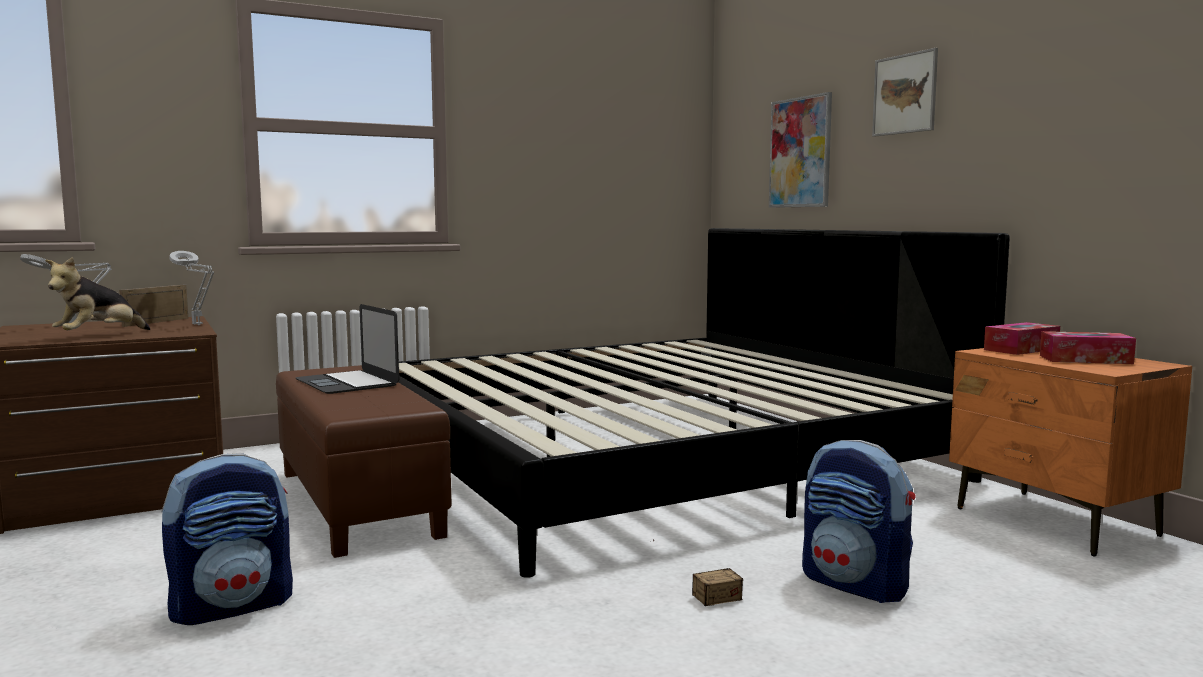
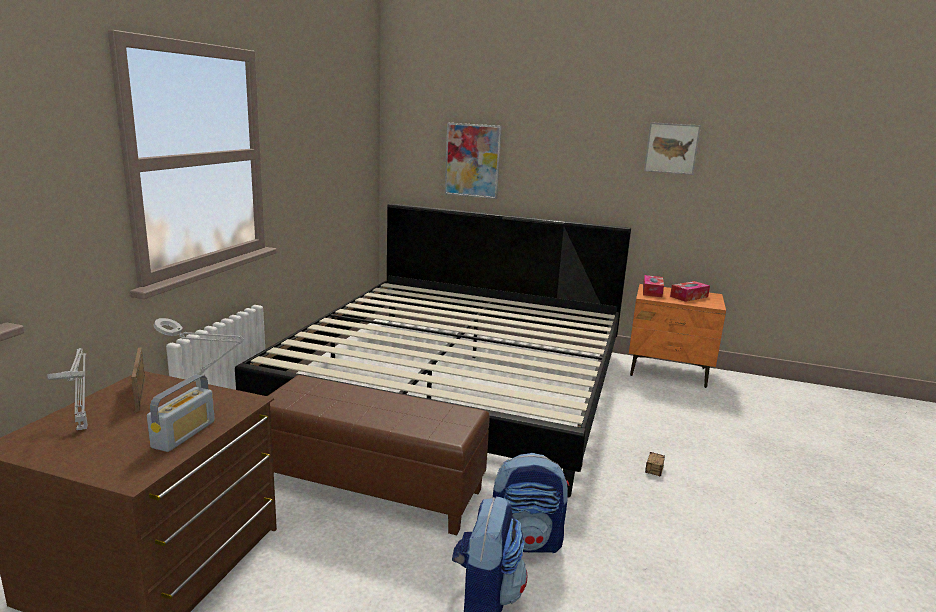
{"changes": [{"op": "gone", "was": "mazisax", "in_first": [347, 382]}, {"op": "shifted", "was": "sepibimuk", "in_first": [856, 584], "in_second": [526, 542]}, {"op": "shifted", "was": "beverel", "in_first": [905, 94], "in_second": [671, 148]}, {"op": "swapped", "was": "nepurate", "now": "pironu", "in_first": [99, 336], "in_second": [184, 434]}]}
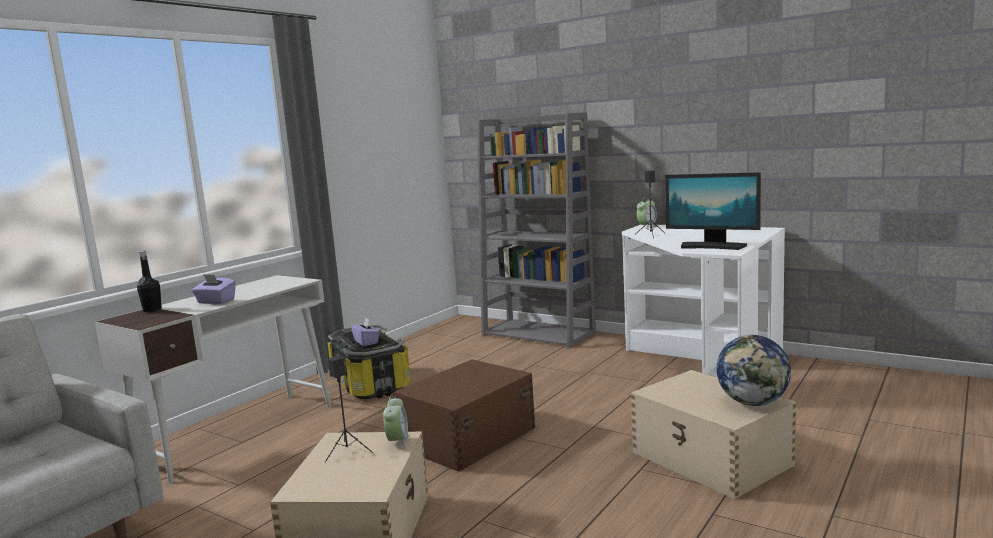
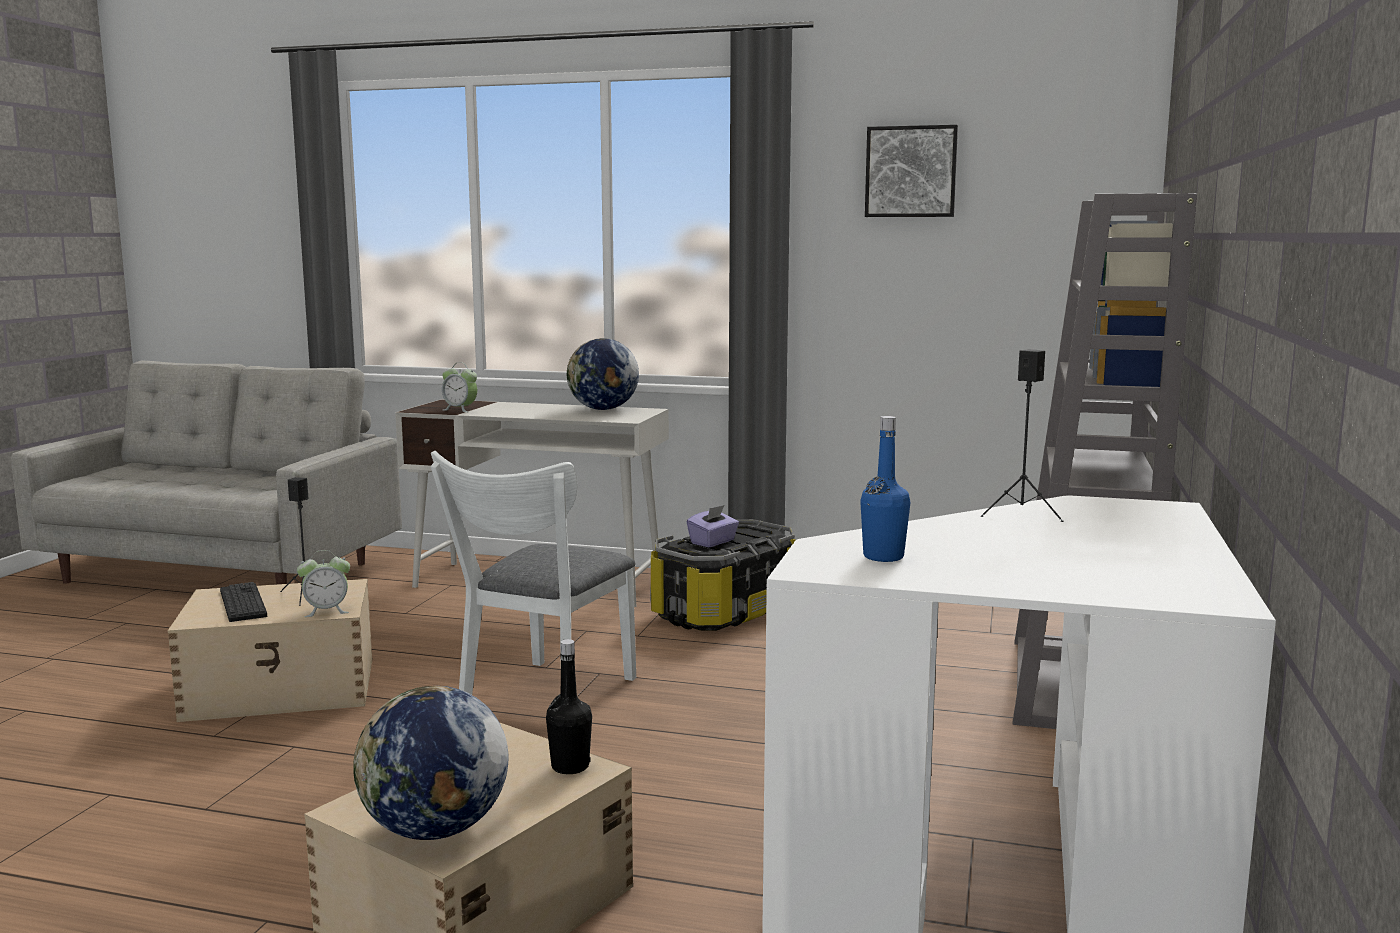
{"changes": [{"op": "gone", "was": "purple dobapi", "in_first": [215, 302]}, {"op": "new", "now": "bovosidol", "in_second": [243, 603]}, {"op": "new", "now": "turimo", "in_second": [603, 409]}, {"op": "new", "now": "beverel", "in_second": [911, 172]}, {"op": "shifted", "was": "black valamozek", "in_first": [152, 310], "in_second": [570, 766]}, {"op": "shifted", "was": "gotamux", "in_first": [647, 227], "in_second": [460, 410]}, {"op": "swapped", "was": "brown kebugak", "now": "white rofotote", "in_first": [466, 438], "in_second": [543, 700]}, {"op": "swapped", "was": "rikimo", "now": "blue valamozek", "in_first": [712, 246], "in_second": [883, 557]}]}
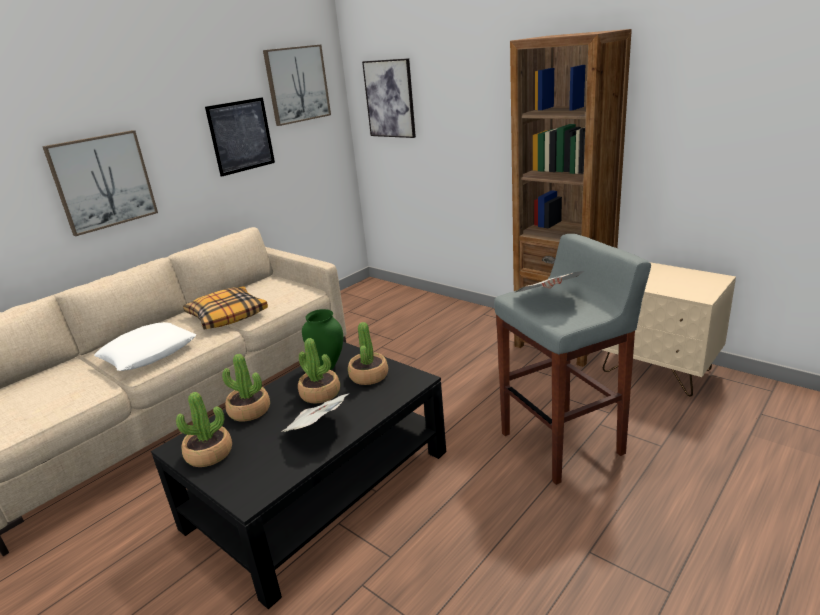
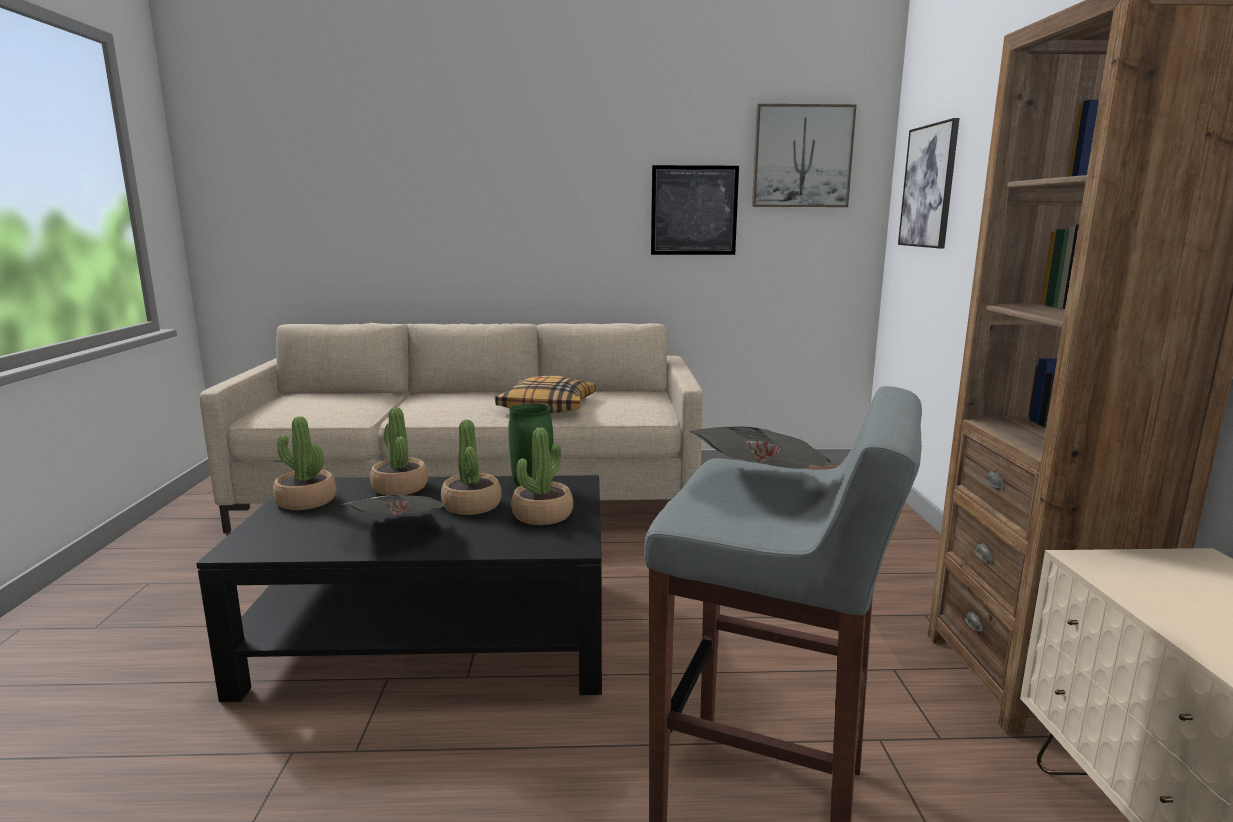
{"changes": [{"op": "gone", "was": "beverel", "in_first": [103, 181]}, {"op": "gone", "was": "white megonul", "in_first": [148, 353]}]}
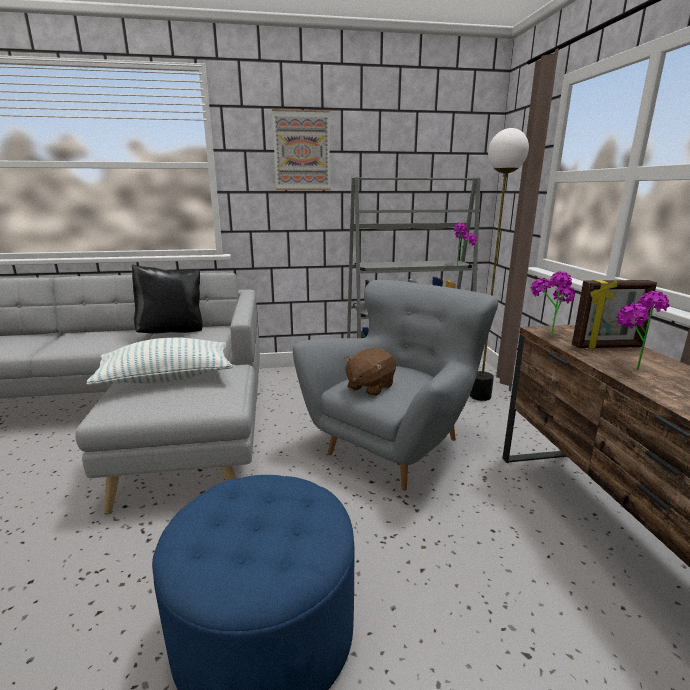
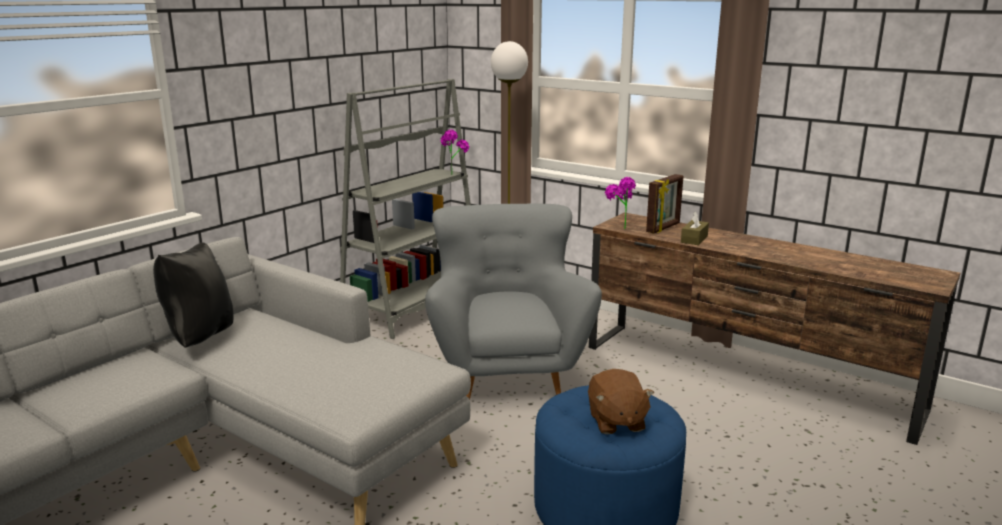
{"changes": [{"op": "gone", "was": "megonul", "in_first": [167, 378]}, {"op": "gone", "was": "beverel", "in_first": [302, 151]}, {"op": "shifted", "was": "brown nepurate", "in_first": [369, 387], "in_second": [616, 422]}, {"op": "swapped", "was": "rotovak", "now": "brown dobapi", "in_first": [625, 368], "in_second": [694, 239]}]}
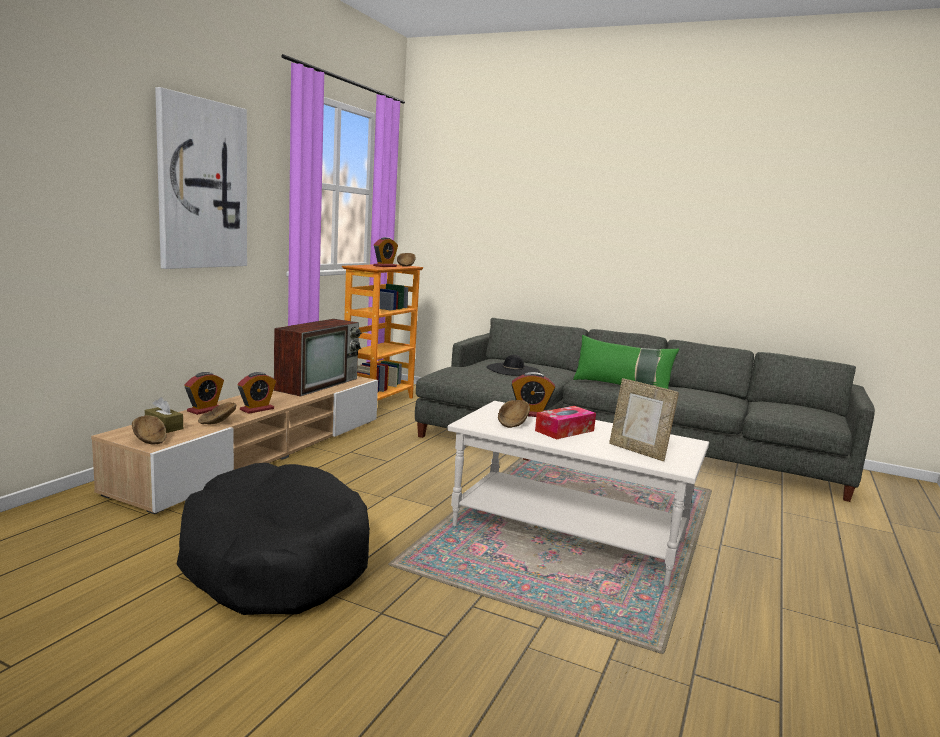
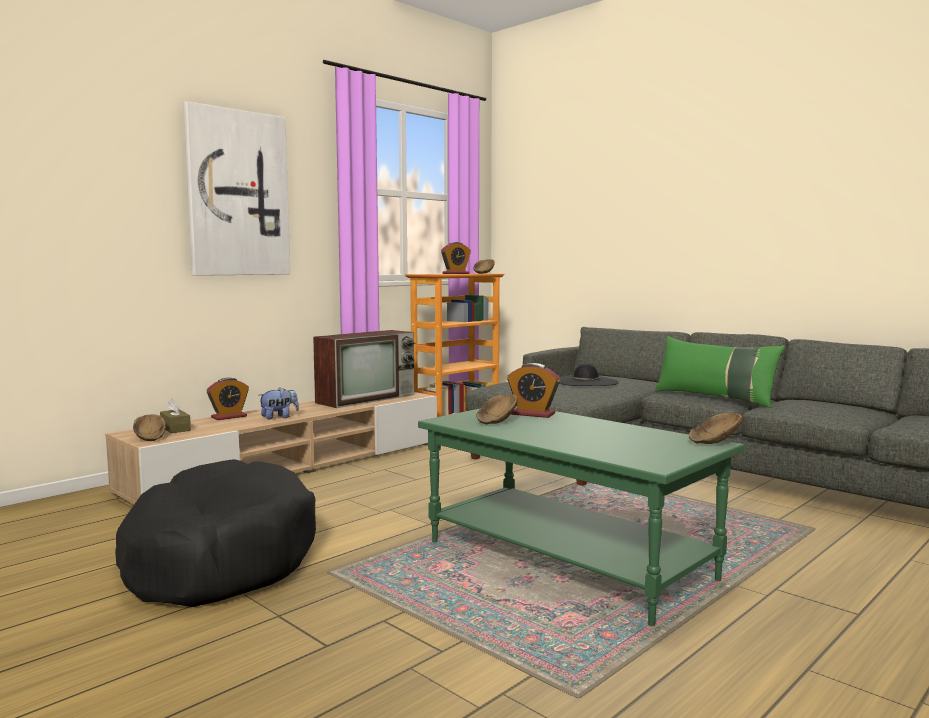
{"changes": [{"op": "gone", "was": "dobapi", "in_first": [564, 431]}, {"op": "gone", "was": "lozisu", "in_first": [638, 451]}, {"op": "shifted", "was": "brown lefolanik", "in_first": [216, 422], "in_second": [712, 442]}, {"op": "swapped", "was": "gotamux", "now": "nepurate", "in_first": [257, 409], "in_second": [279, 417]}, {"op": "repainted", "was": "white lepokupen", "now": "green lepokupen", "in_first": [569, 533], "in_second": [569, 560]}]}
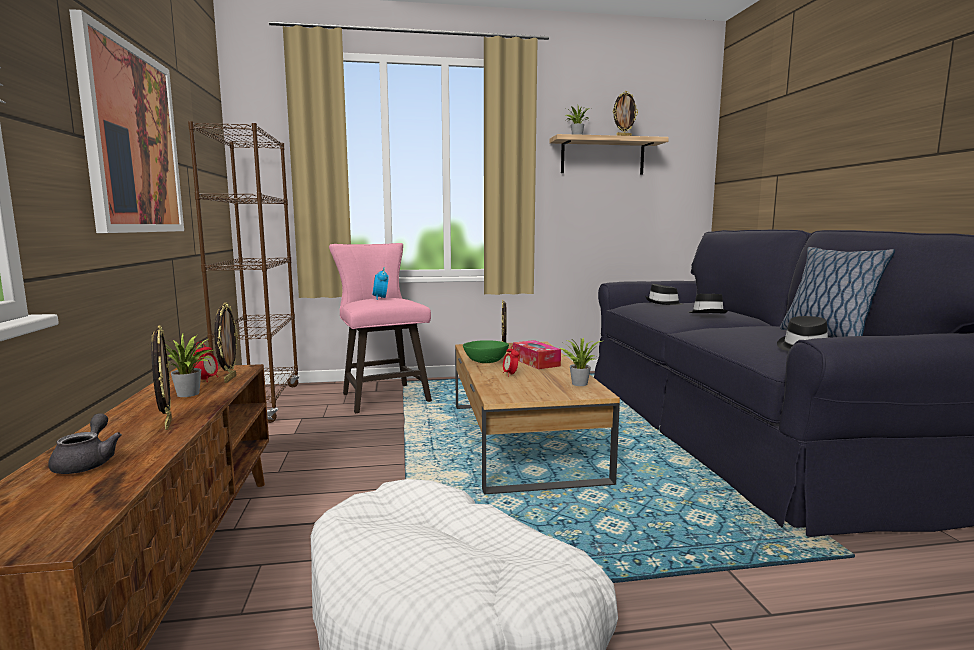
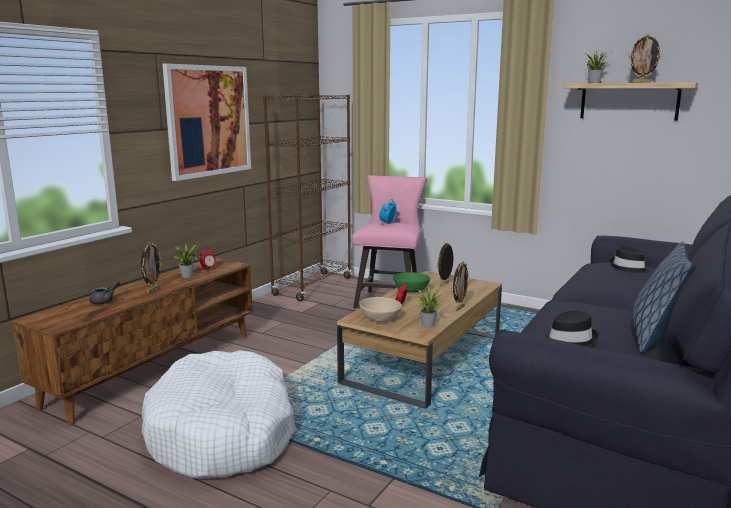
{"changes": [{"op": "gone", "was": "dobapi", "in_first": [536, 362]}, {"op": "gone", "was": "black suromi", "in_first": [706, 313]}, {"op": "new", "now": "beige lefolanik", "in_second": [380, 319]}, {"op": "shifted", "was": "lozisu", "in_first": [229, 379], "in_second": [459, 308]}]}
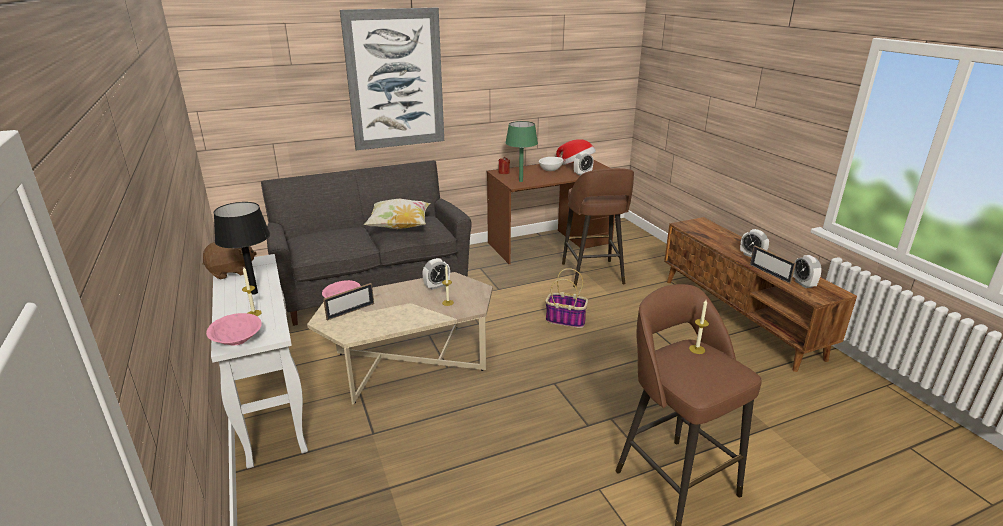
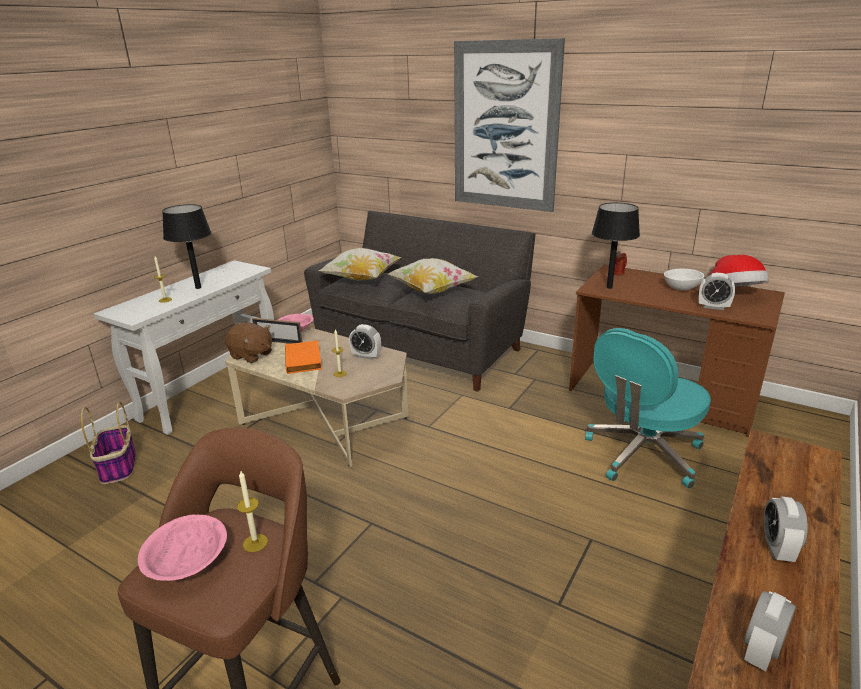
{"changes": [{"op": "gone", "was": "lozisu", "in_first": [769, 273]}, {"op": "new", "now": "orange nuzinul", "in_second": [304, 360]}, {"op": "new", "now": "megonul", "in_second": [362, 279]}, {"op": "shifted", "was": "brown nepurate", "in_first": [231, 271], "in_second": [251, 355]}, {"op": "shifted", "was": "pink lefolanik", "in_first": [237, 339], "in_second": [188, 563]}, {"op": "shifted", "was": "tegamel", "in_first": [566, 320], "in_second": [118, 467]}, {"op": "swapped", "was": "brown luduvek", "now": "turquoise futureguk", "in_first": [593, 274], "in_second": [642, 455]}, {"op": "repainted", "was": "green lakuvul", "now": "black lakuvul", "in_first": [521, 181], "in_second": [609, 287]}]}
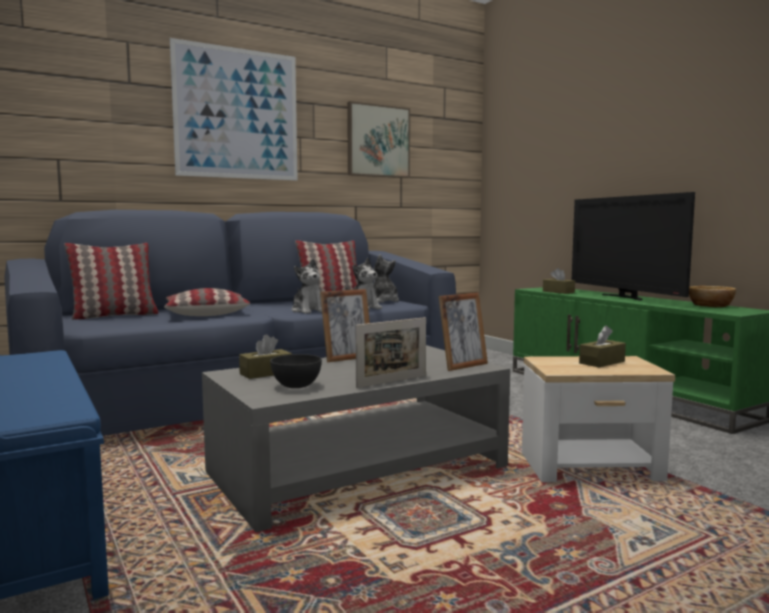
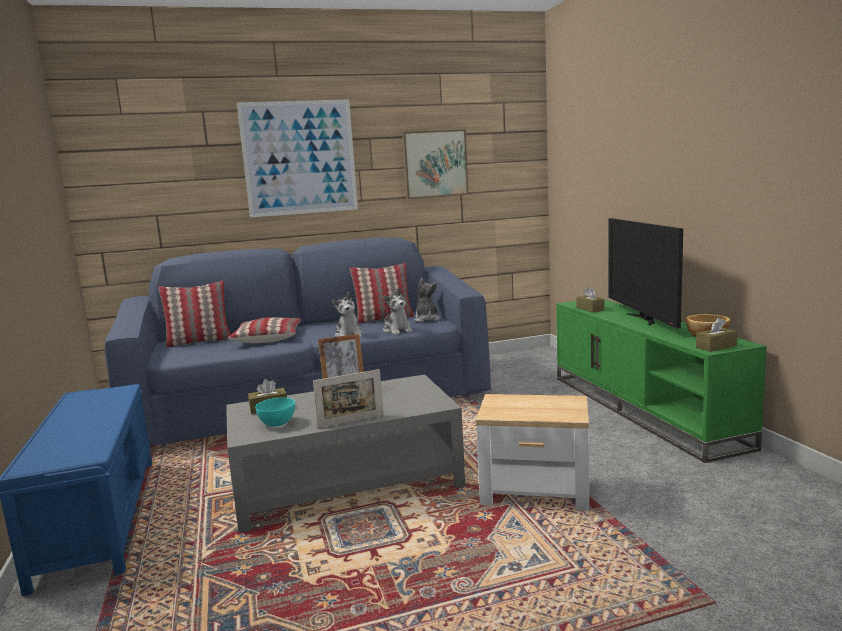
{"changes": [{"op": "gone", "was": "lozisu", "in_first": [463, 366]}, {"op": "shifted", "was": "brown dobapi", "in_first": [602, 362], "in_second": [716, 347]}, {"op": "repainted", "was": "grey lefolanik", "now": "turquoise lefolanik", "in_first": [296, 386], "in_second": [277, 424]}]}
